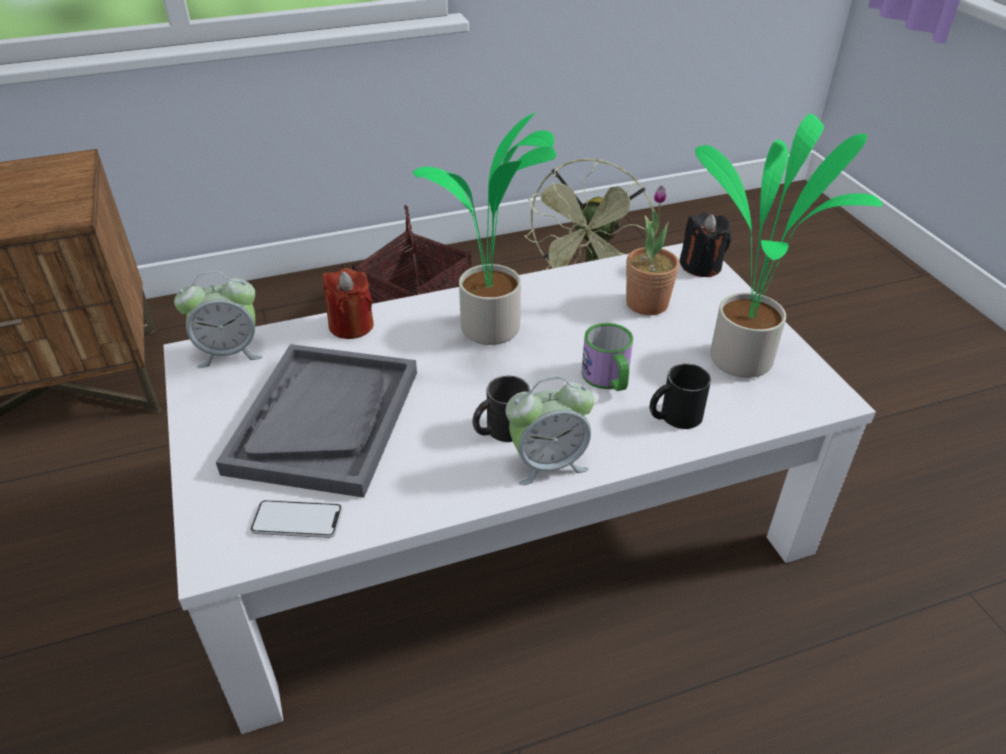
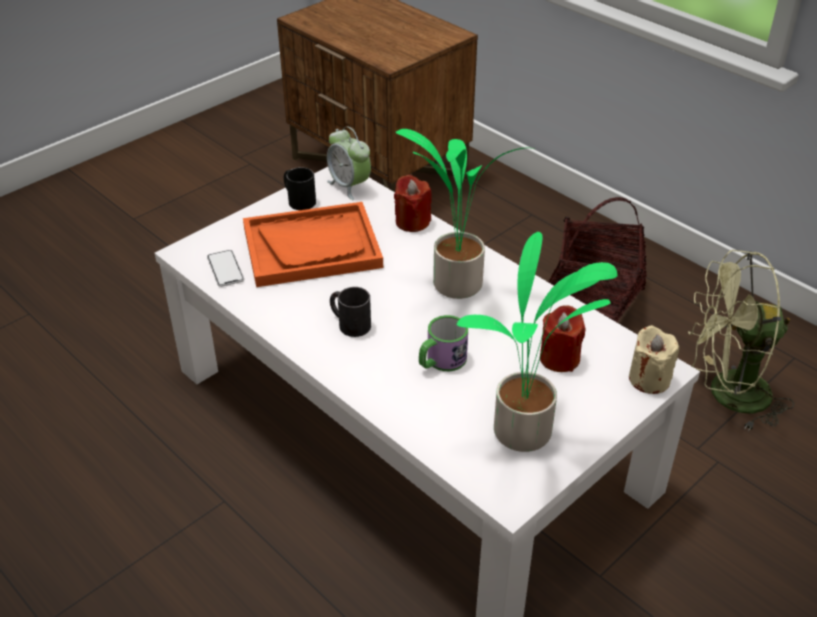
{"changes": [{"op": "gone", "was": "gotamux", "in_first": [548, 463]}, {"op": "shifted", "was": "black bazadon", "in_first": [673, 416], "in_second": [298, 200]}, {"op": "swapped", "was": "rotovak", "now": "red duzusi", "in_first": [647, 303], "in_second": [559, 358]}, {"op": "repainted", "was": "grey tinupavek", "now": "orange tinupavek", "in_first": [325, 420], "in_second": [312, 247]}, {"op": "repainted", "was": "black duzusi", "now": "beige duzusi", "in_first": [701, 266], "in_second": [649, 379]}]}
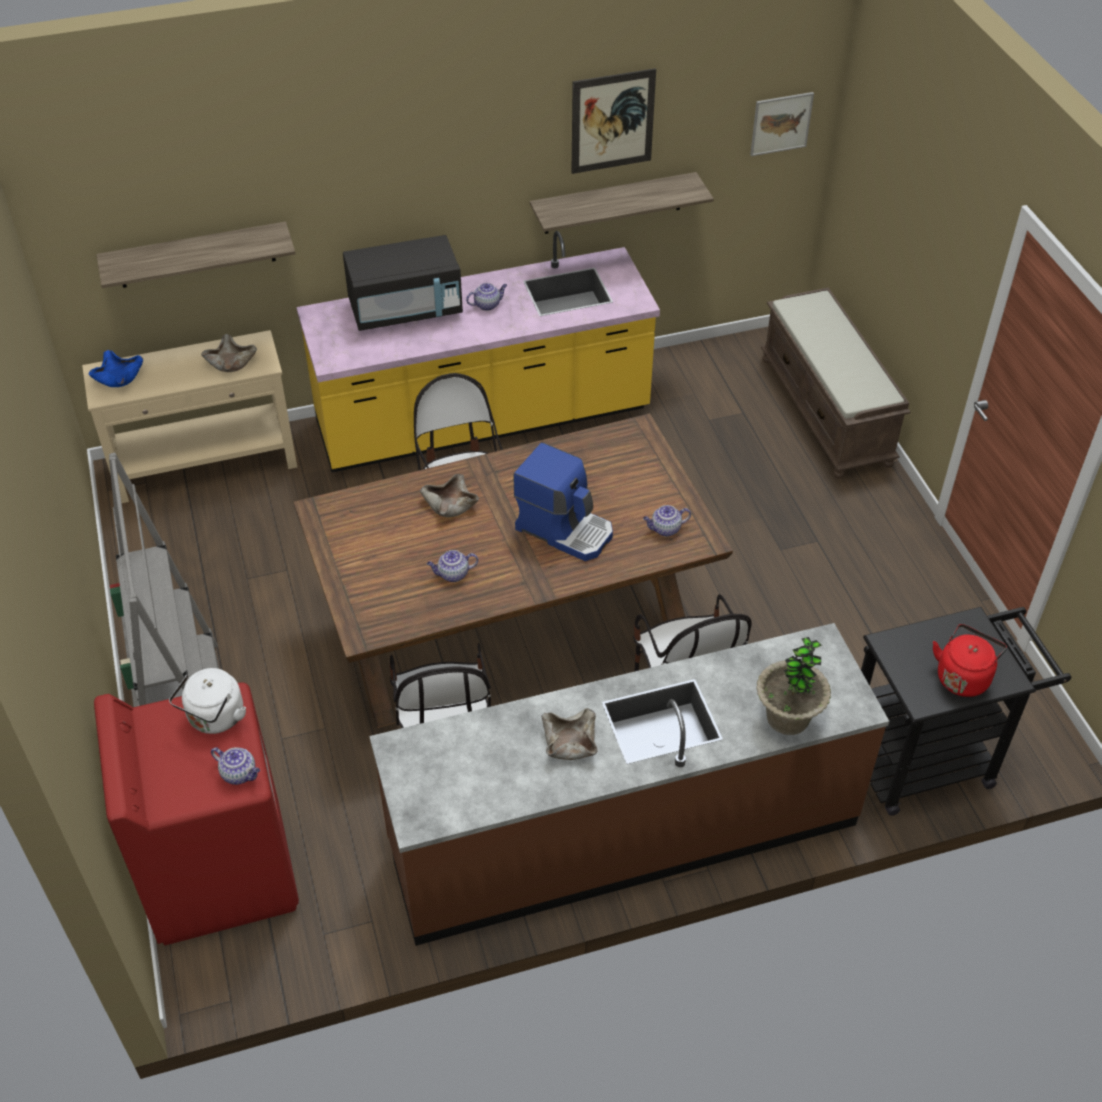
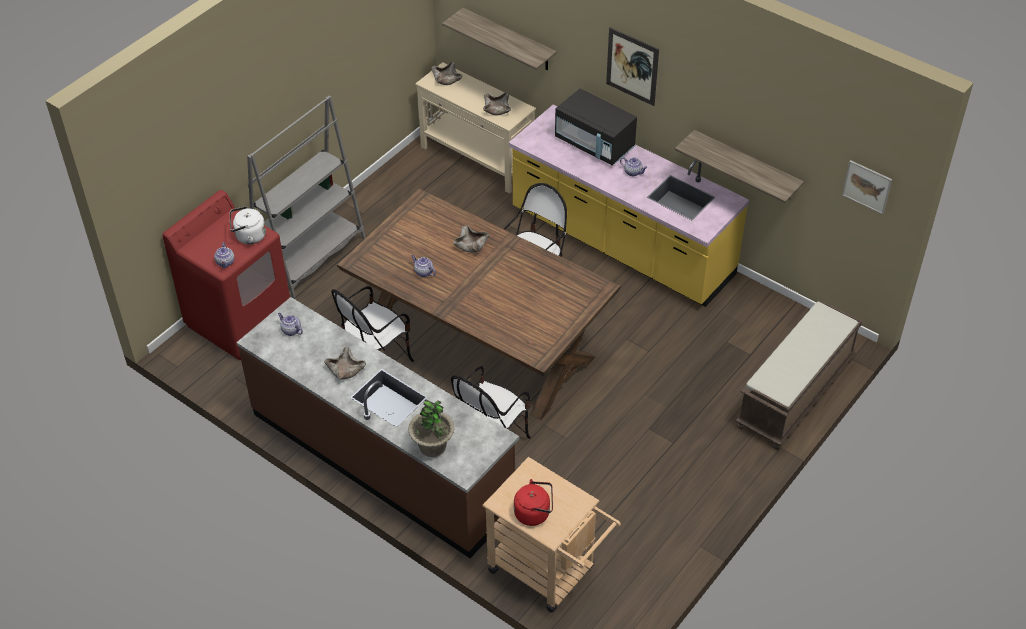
{"changes": [{"op": "gone", "was": "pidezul", "in_first": [565, 529]}, {"op": "shifted", "was": "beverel", "in_first": [612, 121], "in_second": [632, 66]}, {"op": "shifted", "was": "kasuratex", "in_first": [665, 529], "in_second": [291, 330]}, {"op": "repainted", "was": "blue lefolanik", "now": "beige lefolanik", "in_first": [119, 377], "in_second": [446, 79]}, {"op": "repainted", "was": "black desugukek", "now": "beige desugukek", "in_first": [931, 757], "in_second": [549, 573]}]}
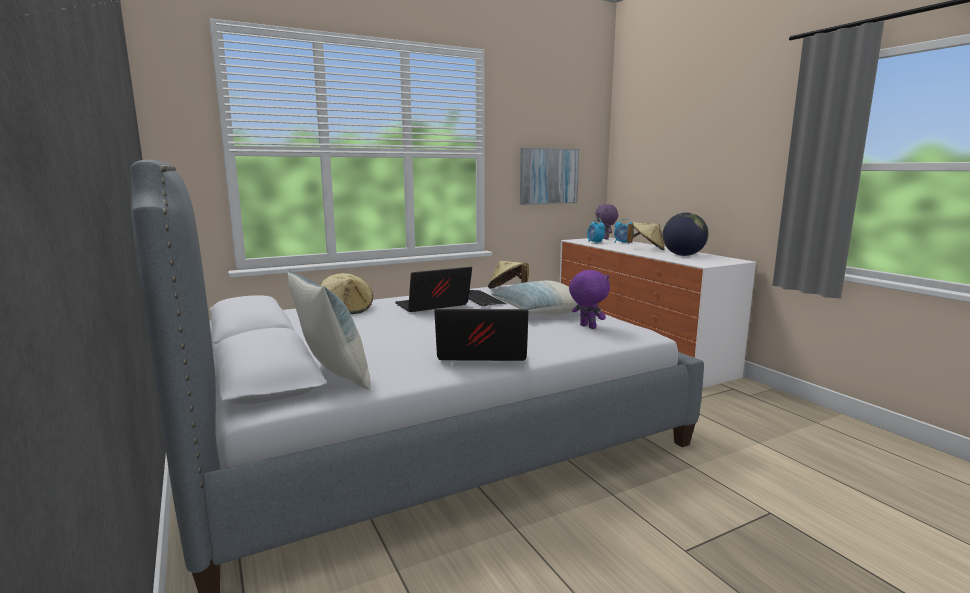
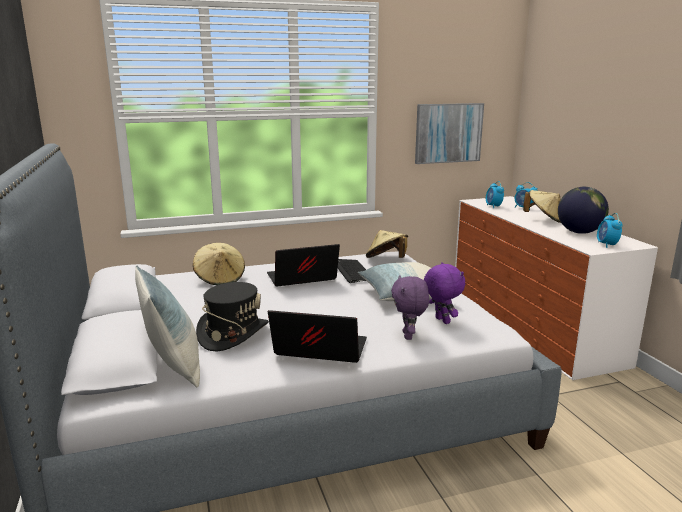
{"changes": [{"op": "new", "now": "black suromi", "in_second": [233, 334]}, {"op": "new", "now": "gotamux", "in_second": [606, 245]}, {"op": "shifted", "was": "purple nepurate", "in_first": [605, 238], "in_second": [409, 336]}]}
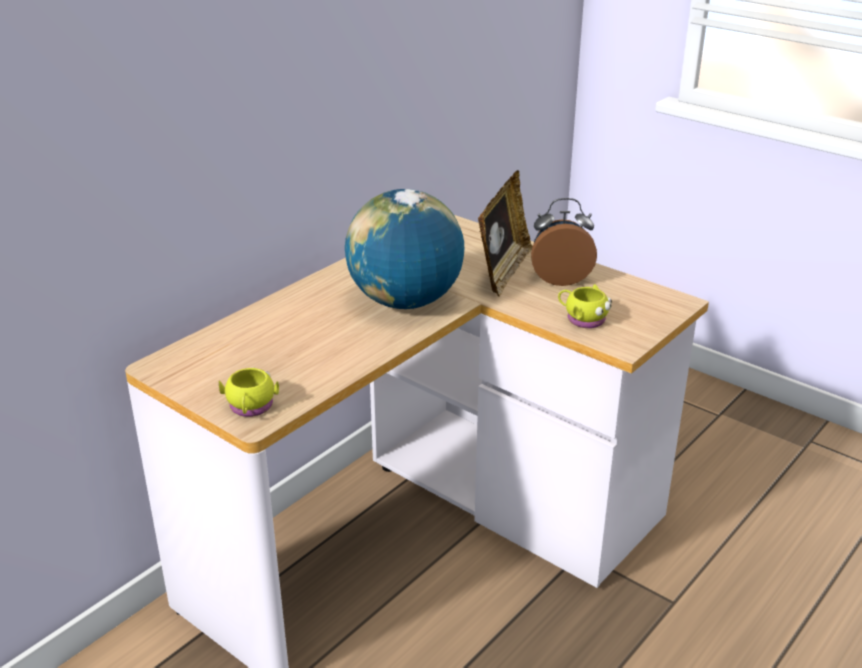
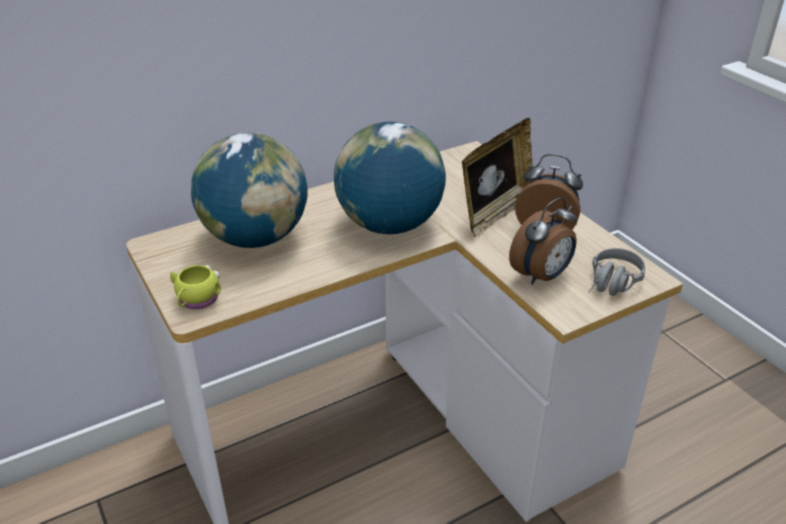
{"changes": [{"op": "new", "now": "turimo", "in_second": [256, 238]}, {"op": "new", "now": "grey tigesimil", "in_second": [611, 285]}, {"op": "swapped", "was": "yellow bazadon", "now": "gotamux", "in_first": [582, 319], "in_second": [542, 276]}]}
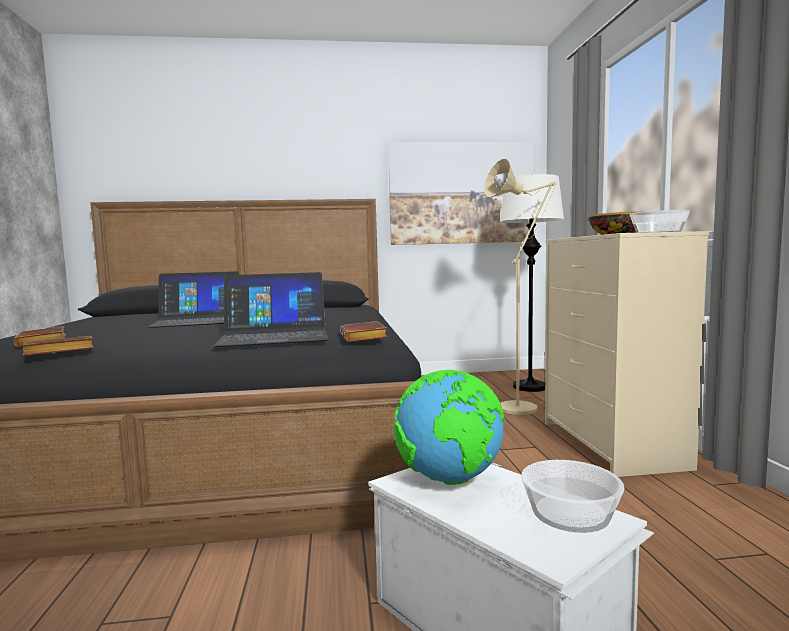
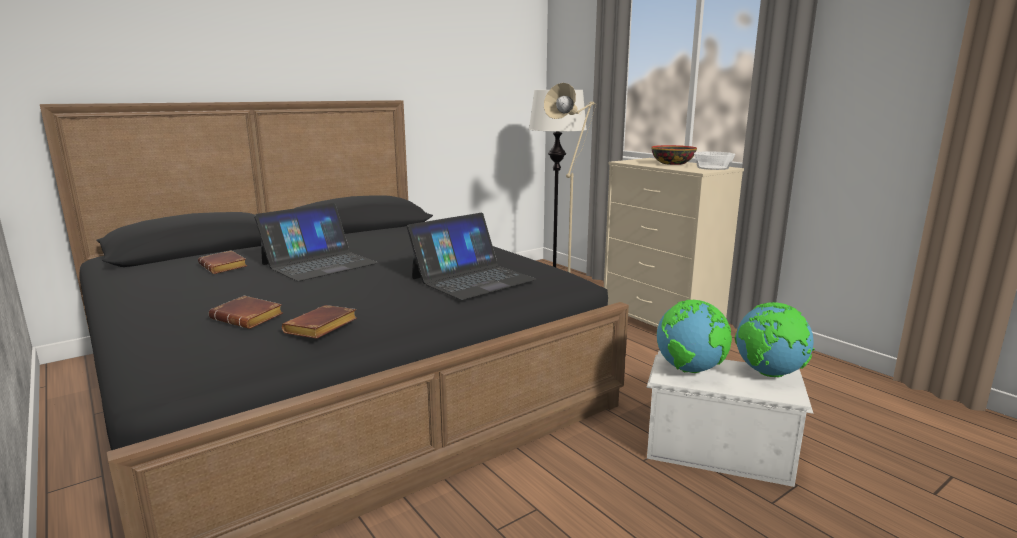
{"changes": [{"op": "gone", "was": "beverel", "in_first": [461, 194]}, {"op": "shifted", "was": "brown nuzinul", "in_first": [365, 338], "in_second": [225, 267]}, {"op": "swapped", "was": "lefolanik", "now": "turimo", "in_first": [570, 513], "in_second": [769, 374]}]}
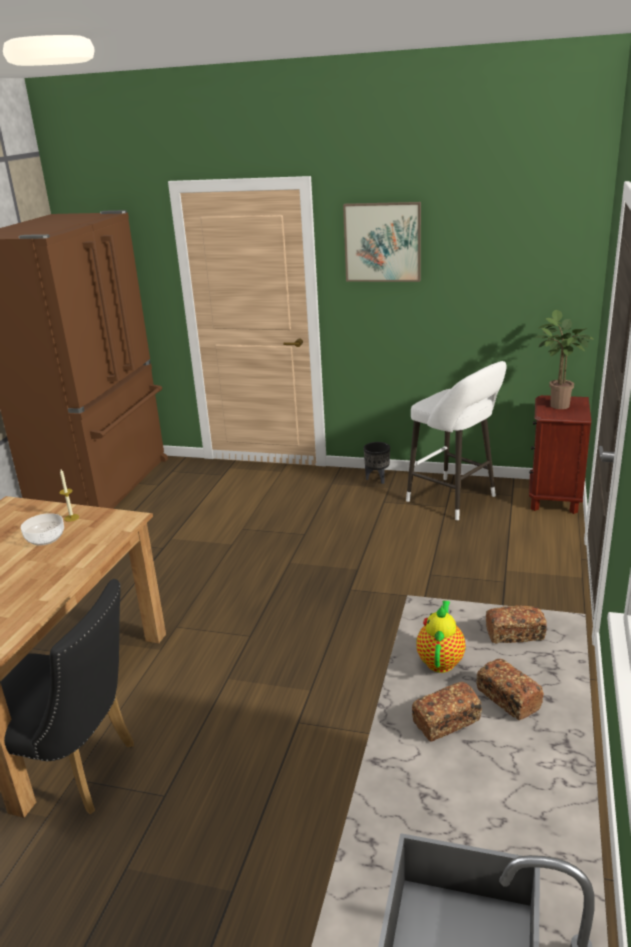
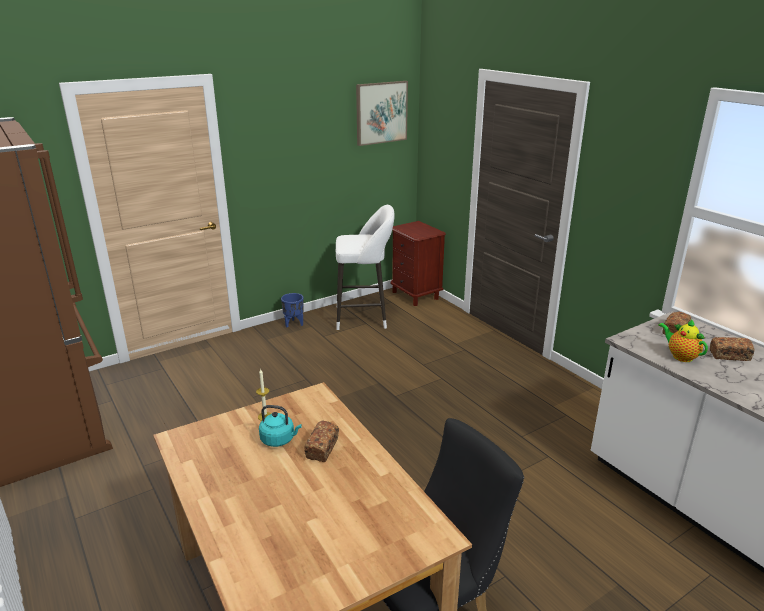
{"changes": [{"op": "gone", "was": "rotovak", "in_first": [556, 405]}, {"op": "shifted", "was": "beverel", "in_first": [382, 242], "in_second": [381, 112]}, {"op": "shifted", "was": "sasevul", "in_first": [446, 722], "in_second": [322, 448]}, {"op": "swapped", "was": "lefolanik", "now": "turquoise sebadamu", "in_first": [45, 538], "in_second": [279, 440]}, {"op": "repainted", "was": "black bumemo", "now": "blue bumemo", "in_first": [377, 479], "in_second": [294, 323]}]}
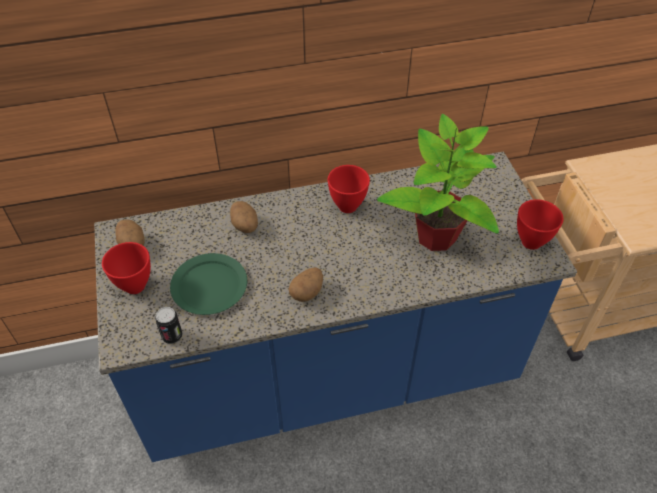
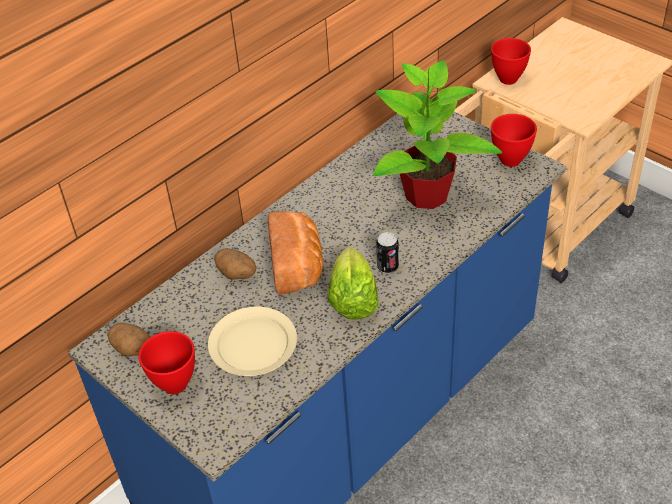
{"changes": [{"op": "new", "now": "sasevul", "in_second": [298, 266]}, {"op": "shifted", "was": "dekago", "in_first": [172, 336], "in_second": [387, 267]}, {"op": "shifted", "was": "red lefolanik", "in_first": [348, 206], "in_second": [508, 79]}, {"op": "swapped", "was": "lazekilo", "now": "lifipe", "in_first": [307, 292], "in_second": [353, 300]}, {"op": "repainted", "was": "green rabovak", "now": "beige rabovak", "in_first": [209, 286], "in_second": [253, 344]}]}
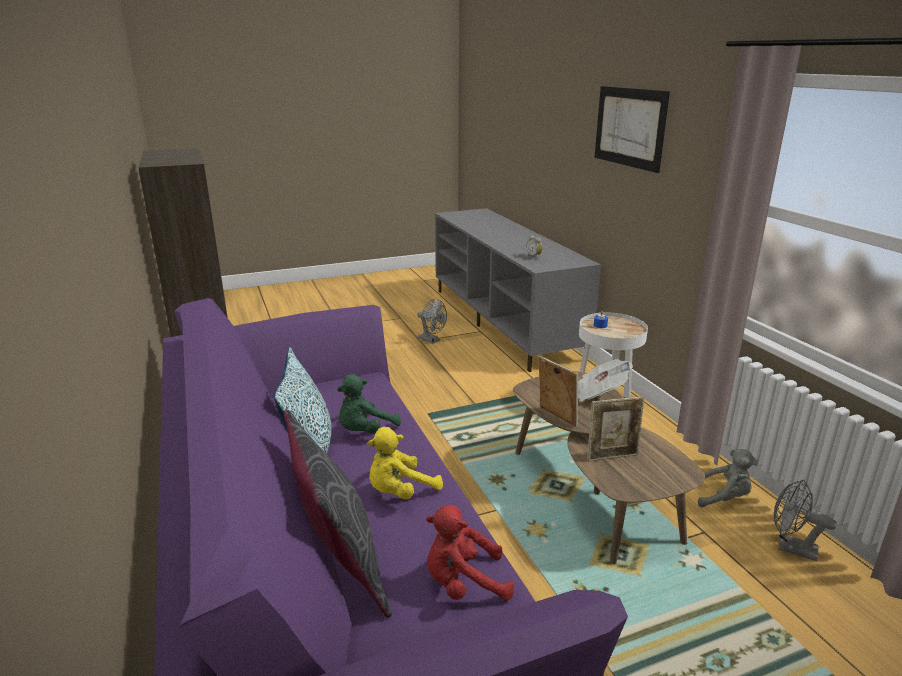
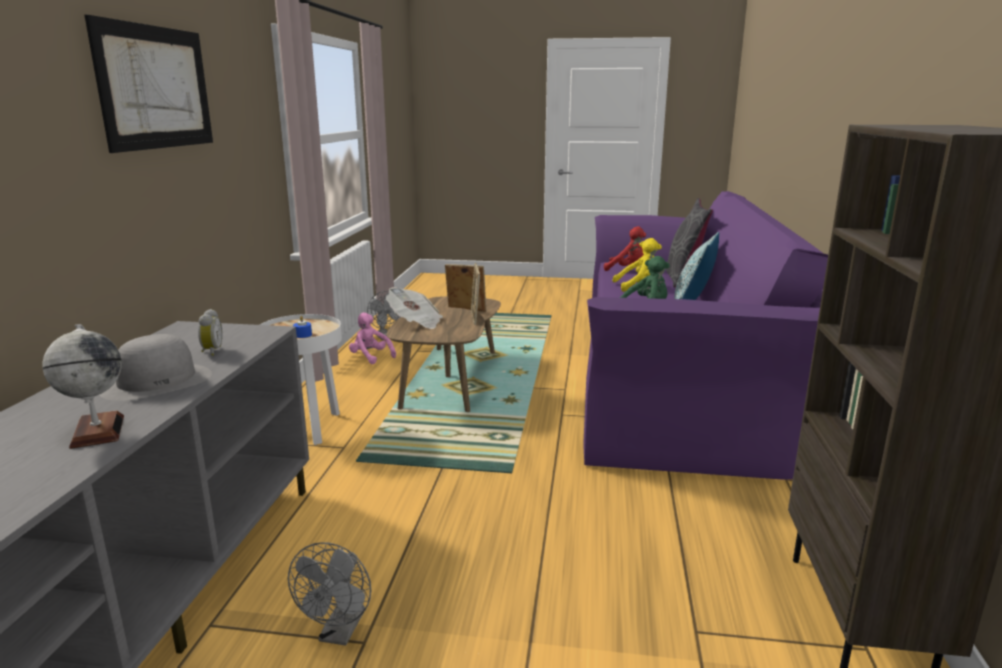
{"changes": [{"op": "new", "now": "turimo", "in_second": [97, 431]}, {"op": "new", "now": "grey suromi", "in_second": [157, 381]}, {"op": "repainted", "was": "grey nepurate", "now": "pink nepurate", "in_first": [723, 497], "in_second": [370, 357]}, {"op": "rotated", "was": "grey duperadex", "in_first": [432, 340], "in_second": [339, 633], "clockwise": -150}]}
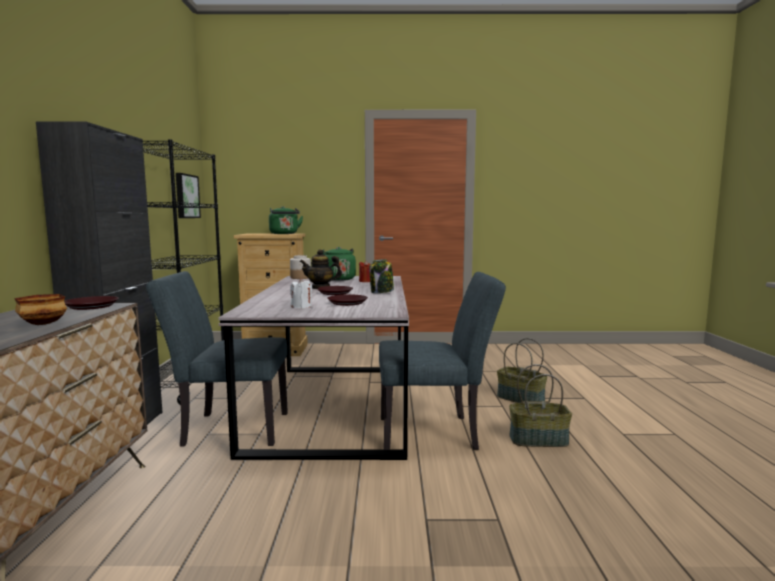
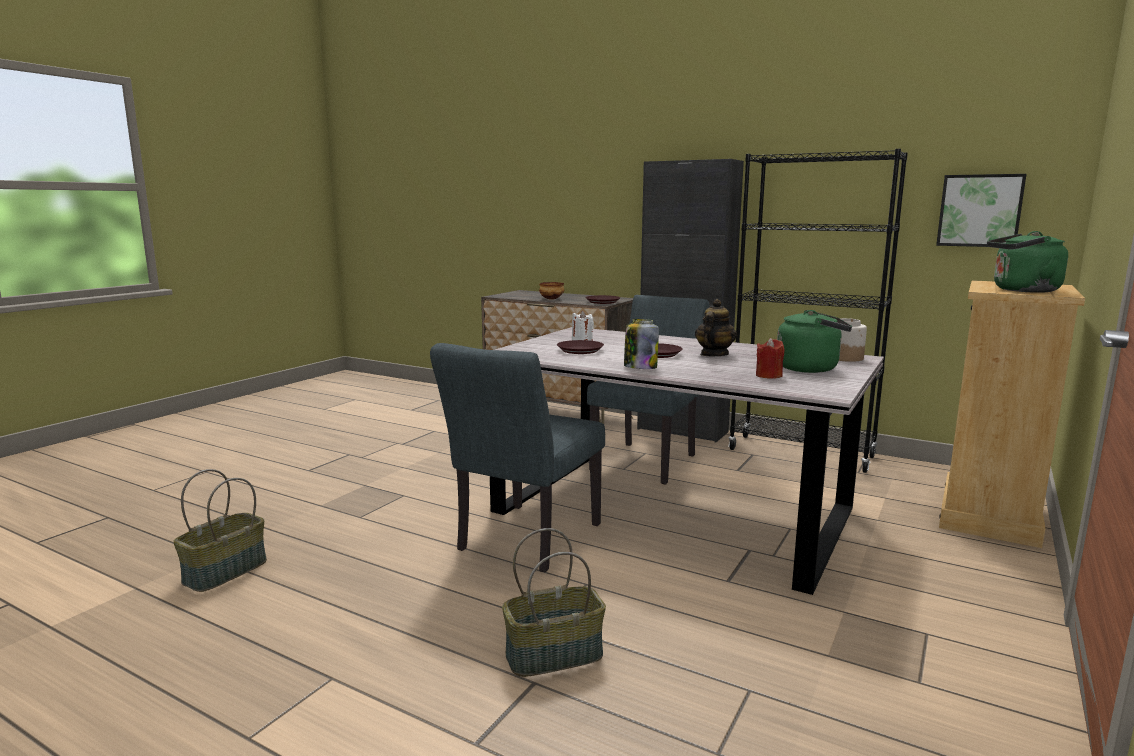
{"changes": [{"op": "shifted", "was": "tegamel", "in_first": [538, 440], "in_second": [225, 572]}]}
